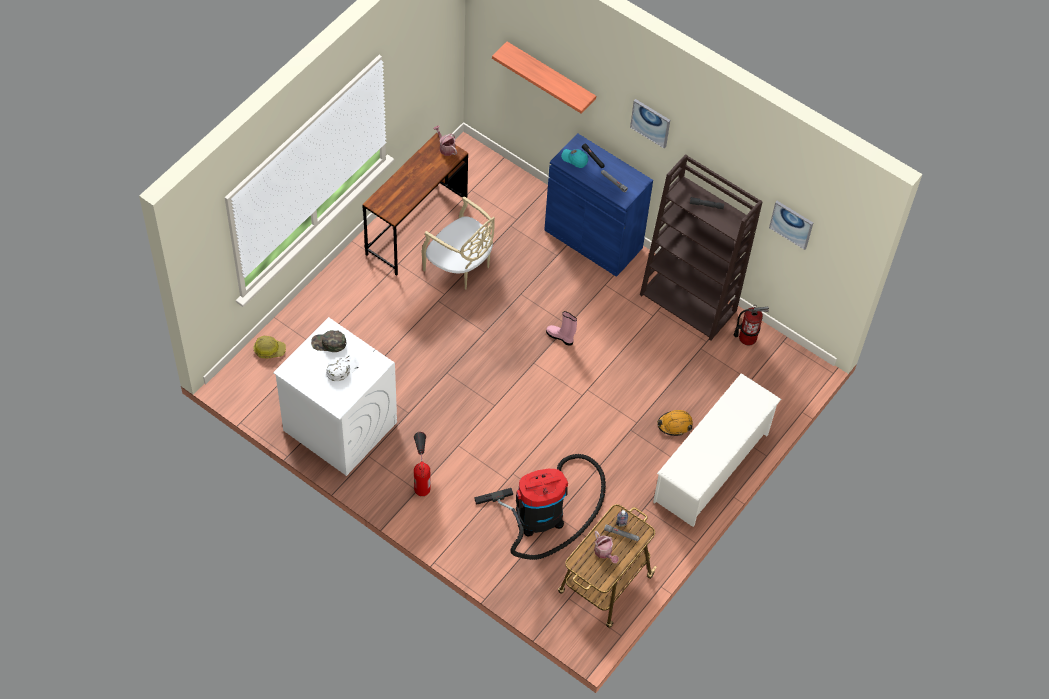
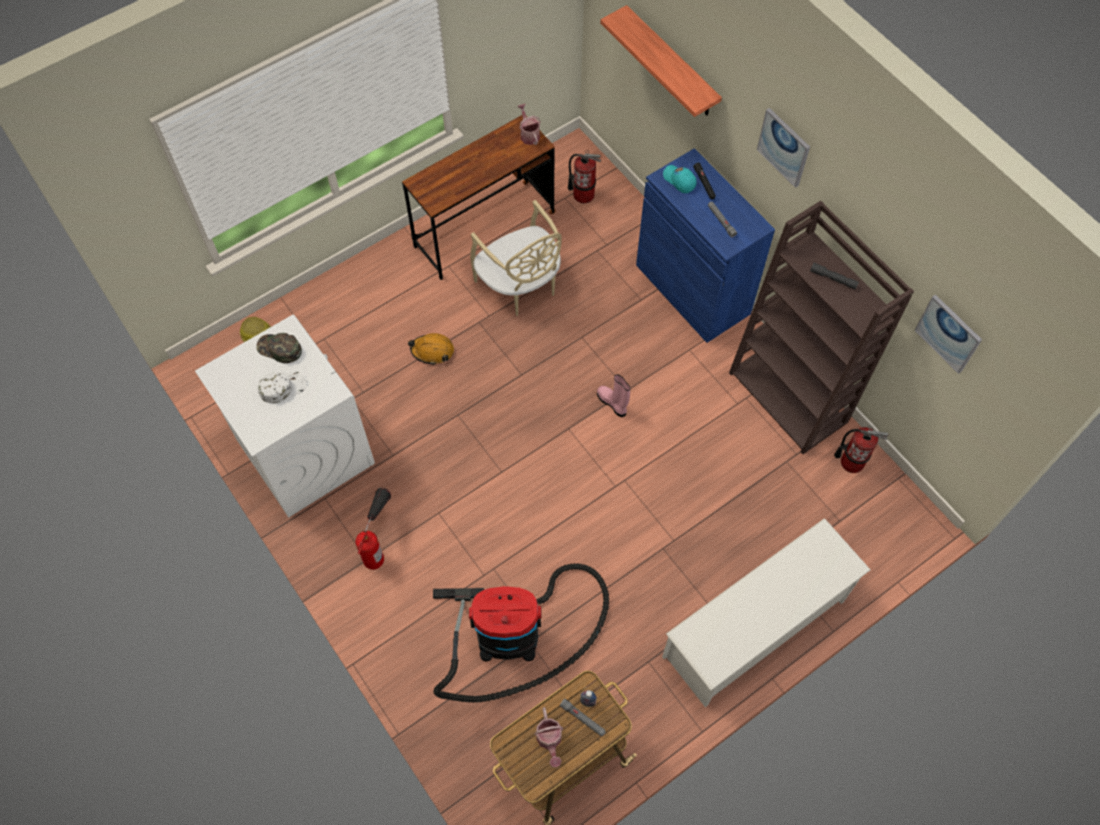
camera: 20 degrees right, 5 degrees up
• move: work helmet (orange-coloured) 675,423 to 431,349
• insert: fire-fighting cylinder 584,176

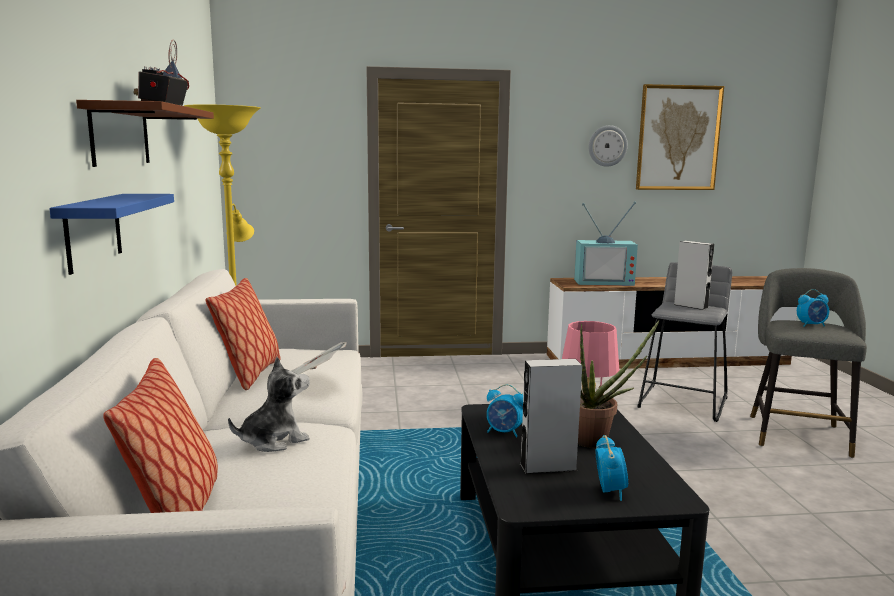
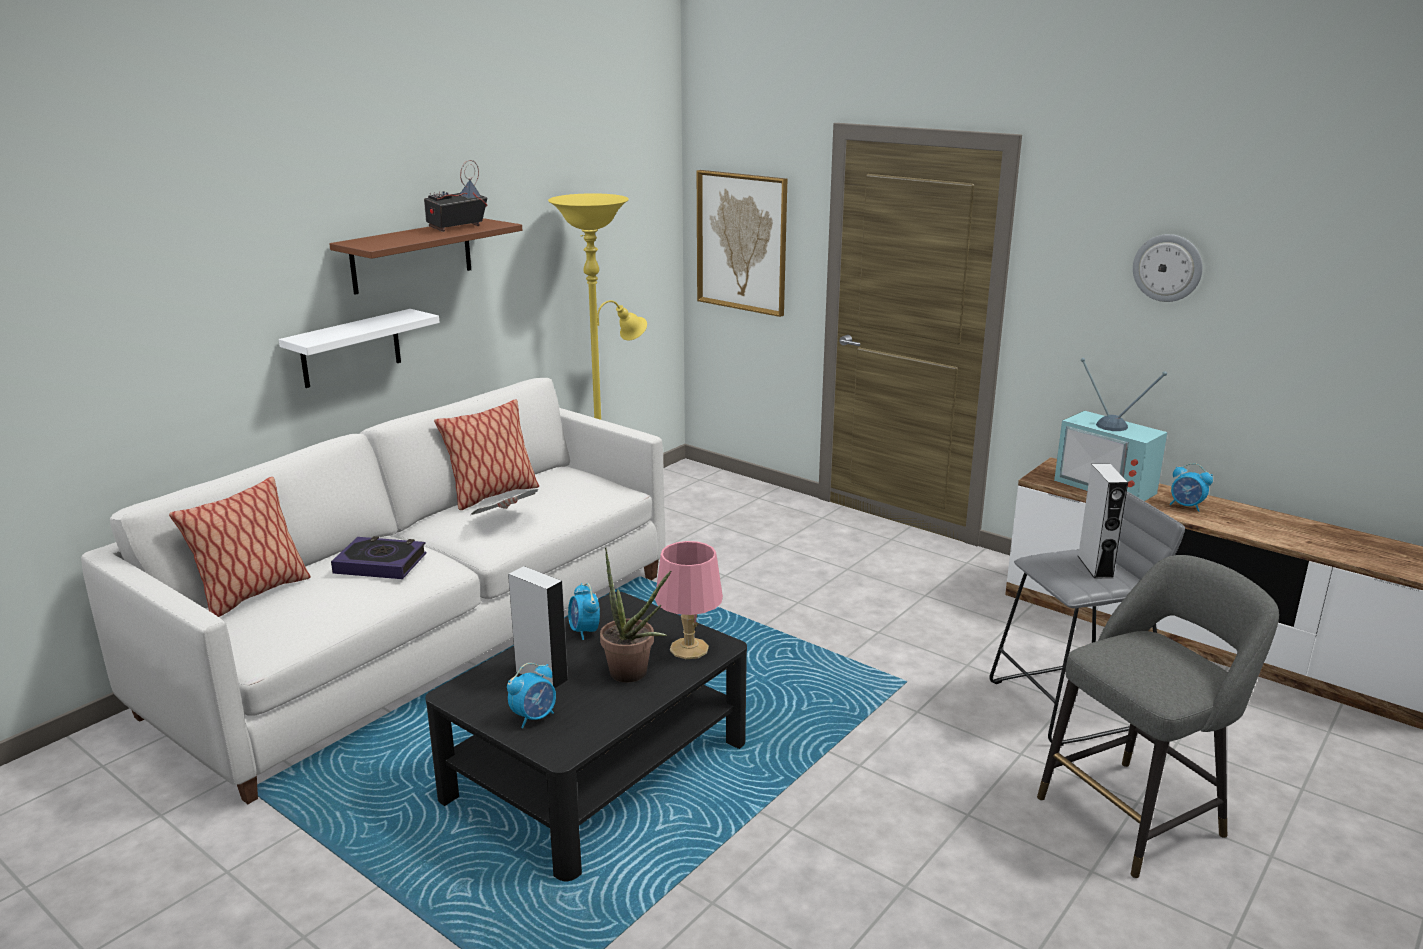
camera: 45 degrees right, 10 degrees up
• recolor: shelf (bluish) 111,234 to shelf (white) 359,348
• replace: cuddly toy 269,404 to bound book 379,557
• move: wall art 680,137 to 742,243
• move: bedside clock 813,308 to 1191,487

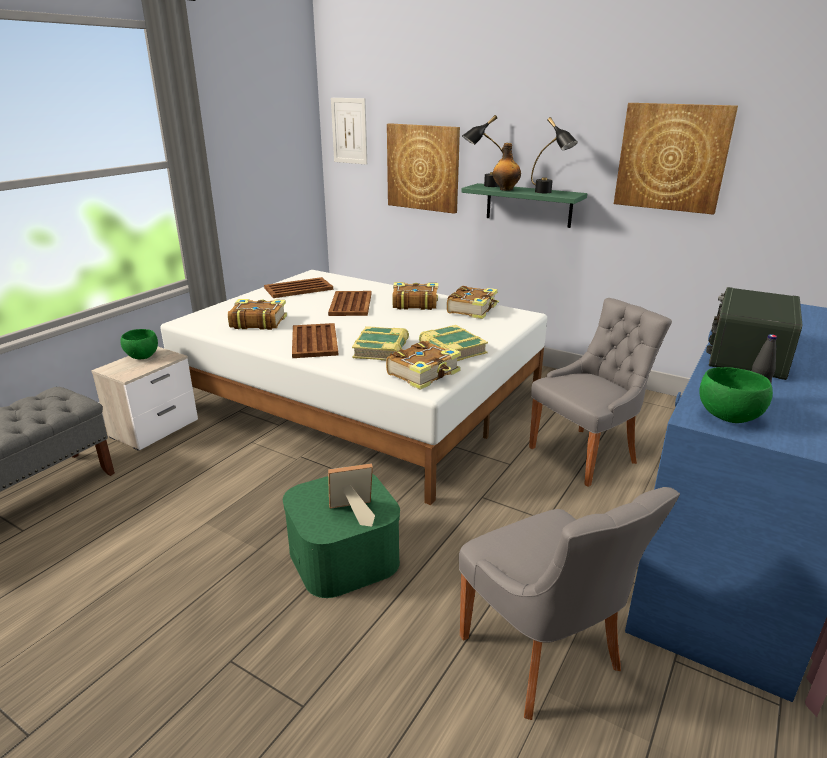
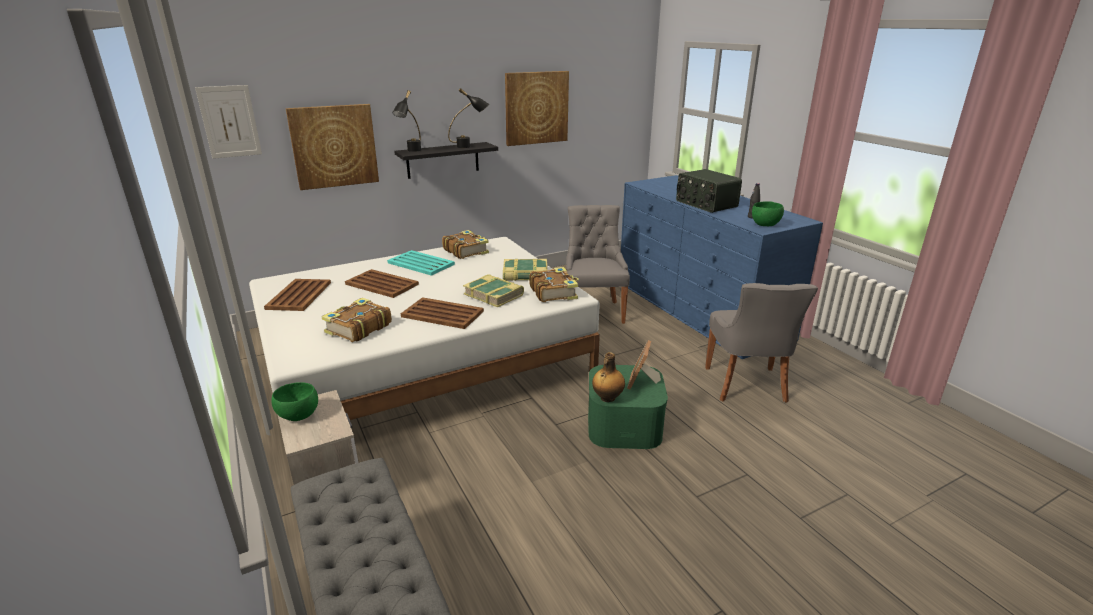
camera: 60 degrees left, 0 degrees up
• replace: bound book 415,296 to tray (turquoise) 421,263
• rotate: chair (gray) 569,603 = 761,343 90 degrees clockwise
• recolor: shelf (green-coloured) 524,205 to shelf (blackish) 446,160
• move: drink bottle 507,167 to 608,377

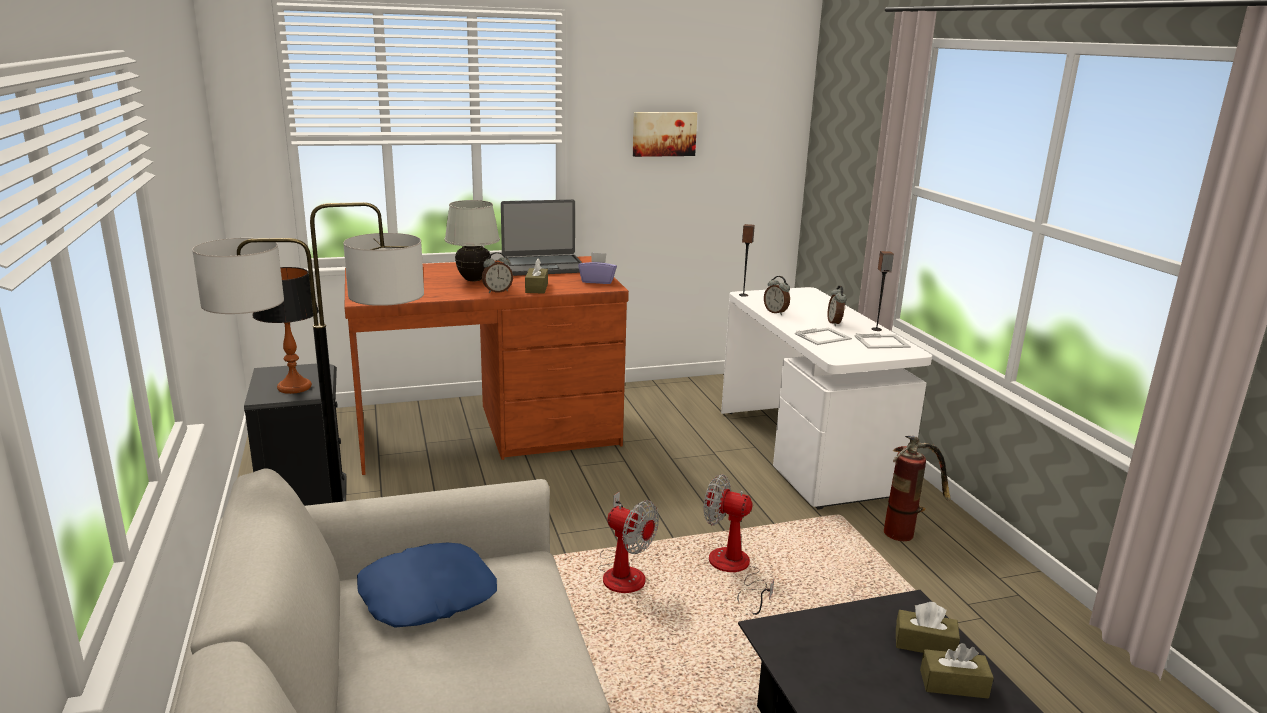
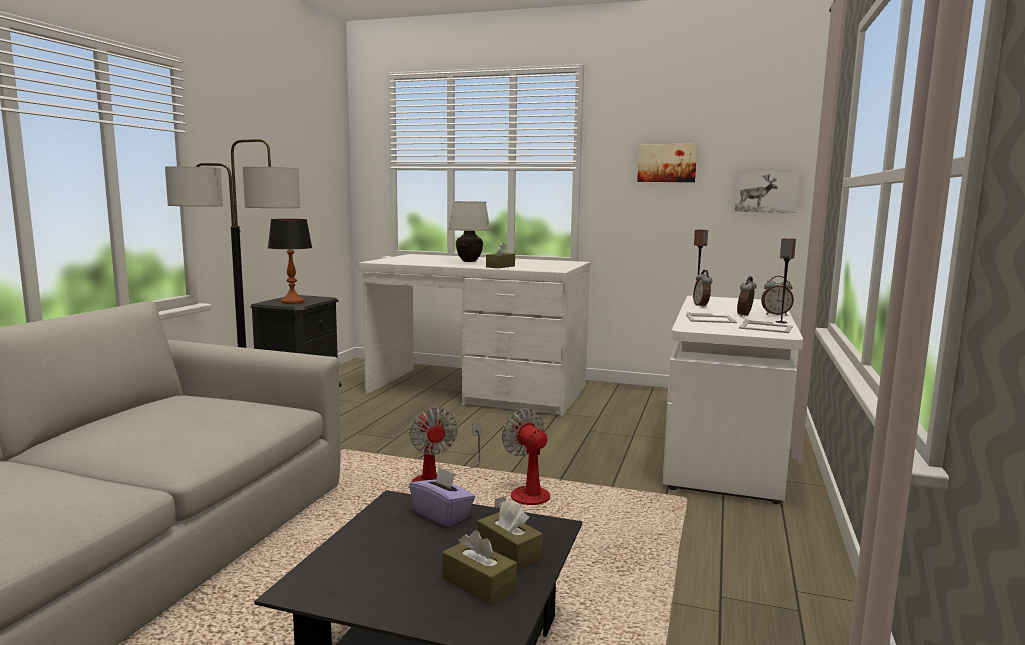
camera: 35 degrees right, 10 degrees down
• recolor: desk (brown-coloured) 487,365 to desk (white) 474,335
• delete: throw pillow (bluish) 427,585
• move: bedside clock 497,272 to 777,295
• delete: portable computer 541,237
• move: tissue box (purplish) 597,268 to 442,497
• delete: fire-fighting cylinder 917,488
• insert: wall art 767,192

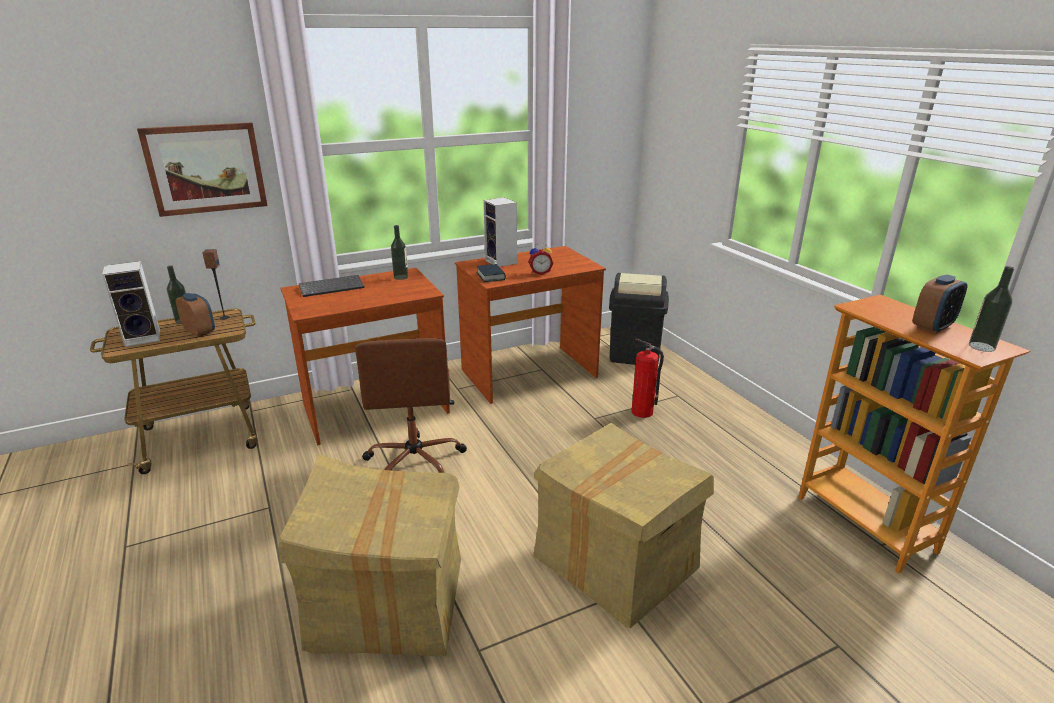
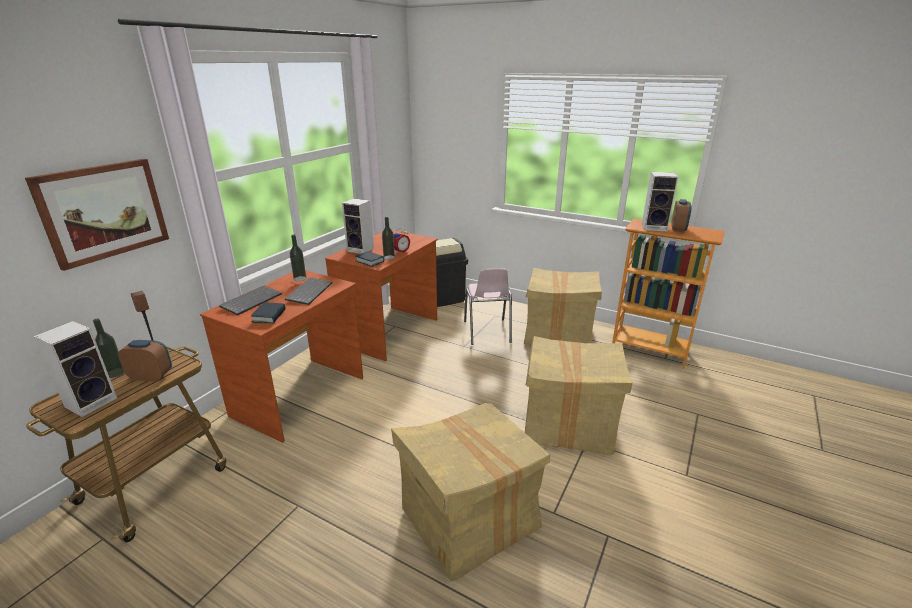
camera: 35 degrees left, 0 degrees up
• delete: desk chair (brown-coloured) 411,405
• replace: fire-fighting cylinder 647,378 to chair (pink-coloured) 488,306
• move: drink bottle 991,309 to 388,238
• insert: bound book 268,313
• insert: computer keyboard 308,291
• insert: cardboard box 563,306
• insert: speaker 660,202

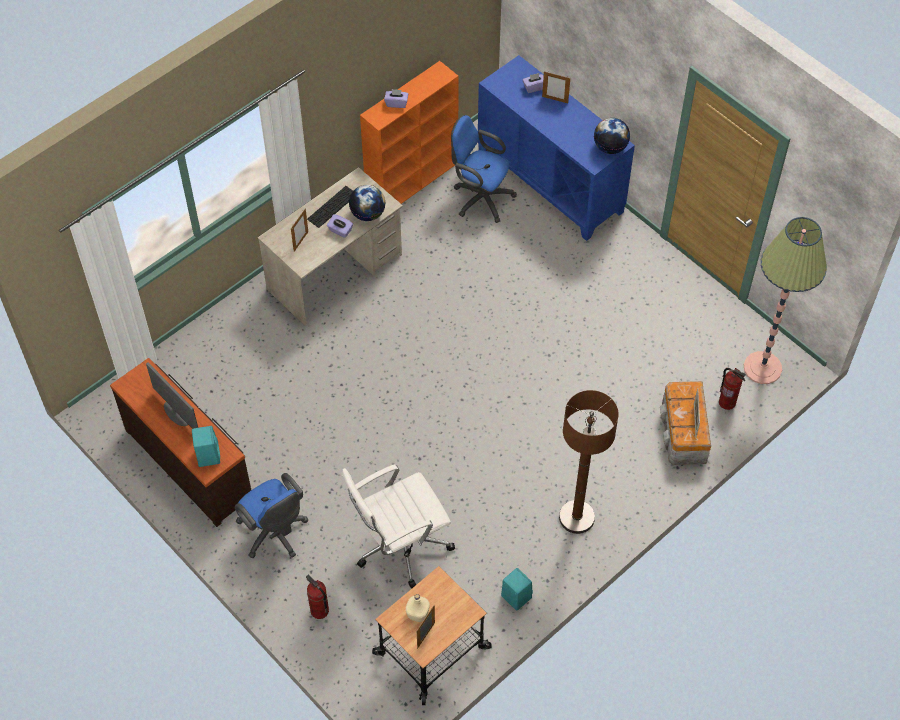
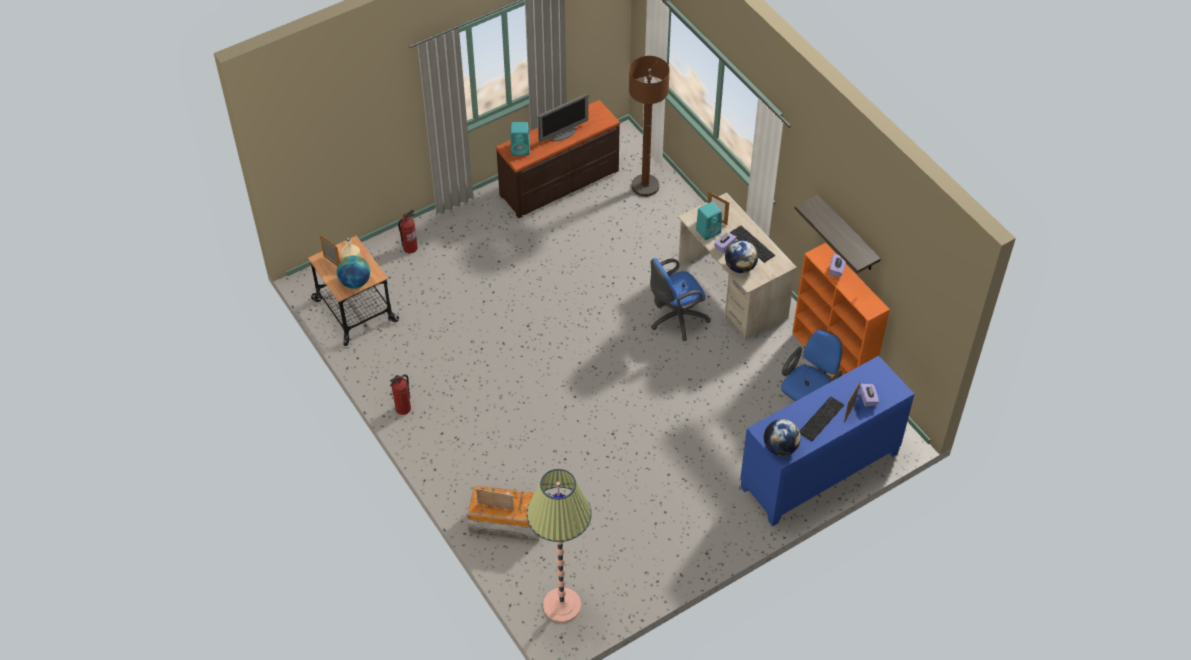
camera: 100 degrees right, 5 degrees down
• move: desk chair (bluish) 271,515 to 680,299
• delete: desk chair (white) 398,527
• move: speaker (turquoise) 517,589 to 709,221
• move: standard lamp (brown-coloured) 589,462 to 649,126
• move: fire-fighting cylinder 732,389 to 400,394
• insert: desk globe 353,272
• insert: shelf 837,234
• insert: computer keyboard 822,418

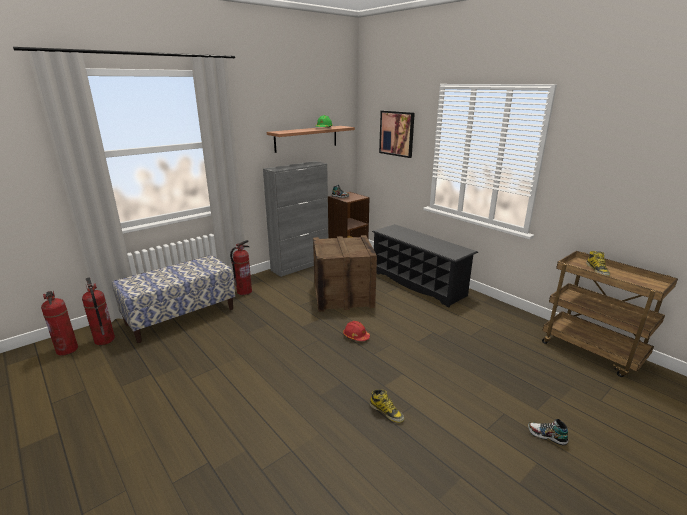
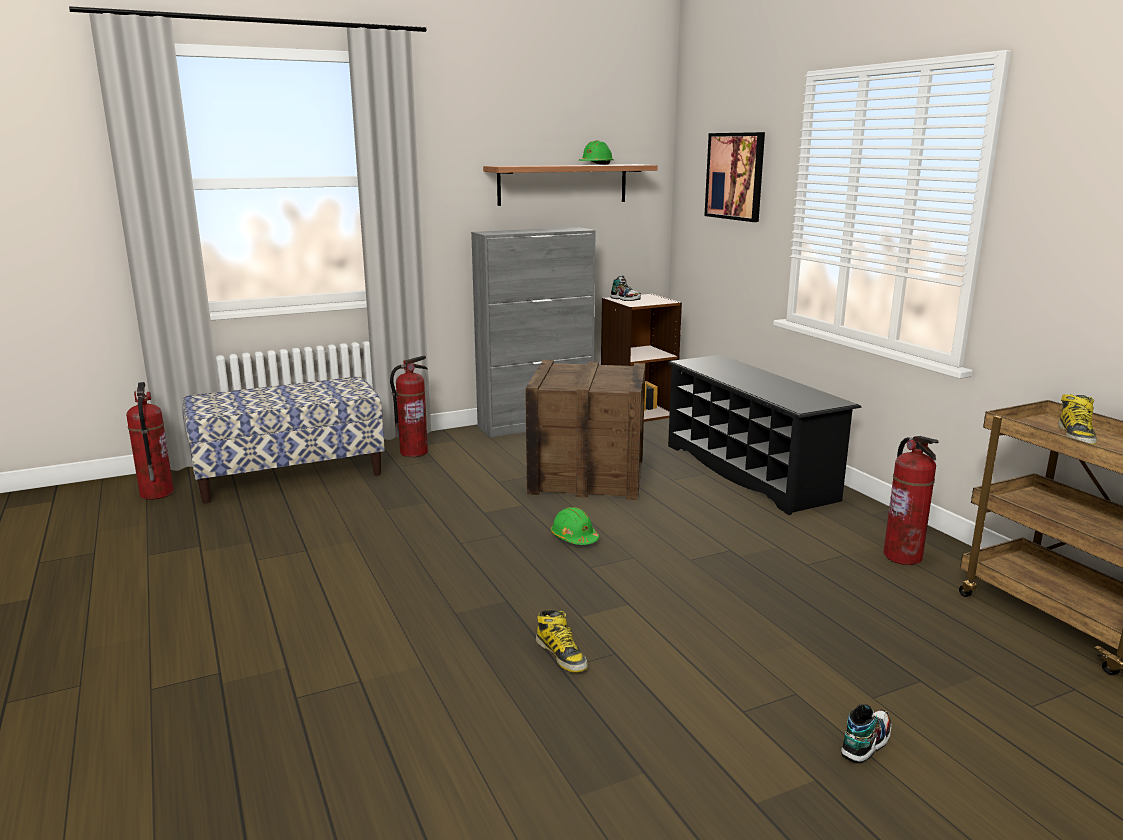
camera: 15 degrees right, 5 degrees down
• move: fire-fighting cylinder 59,323 to 911,500
• recolor: work helmet (red-coloured) 356,331 to work helmet (green-coloured) 575,526
• rotate: shoe 548,432 = 866,733 90 degrees clockwise

